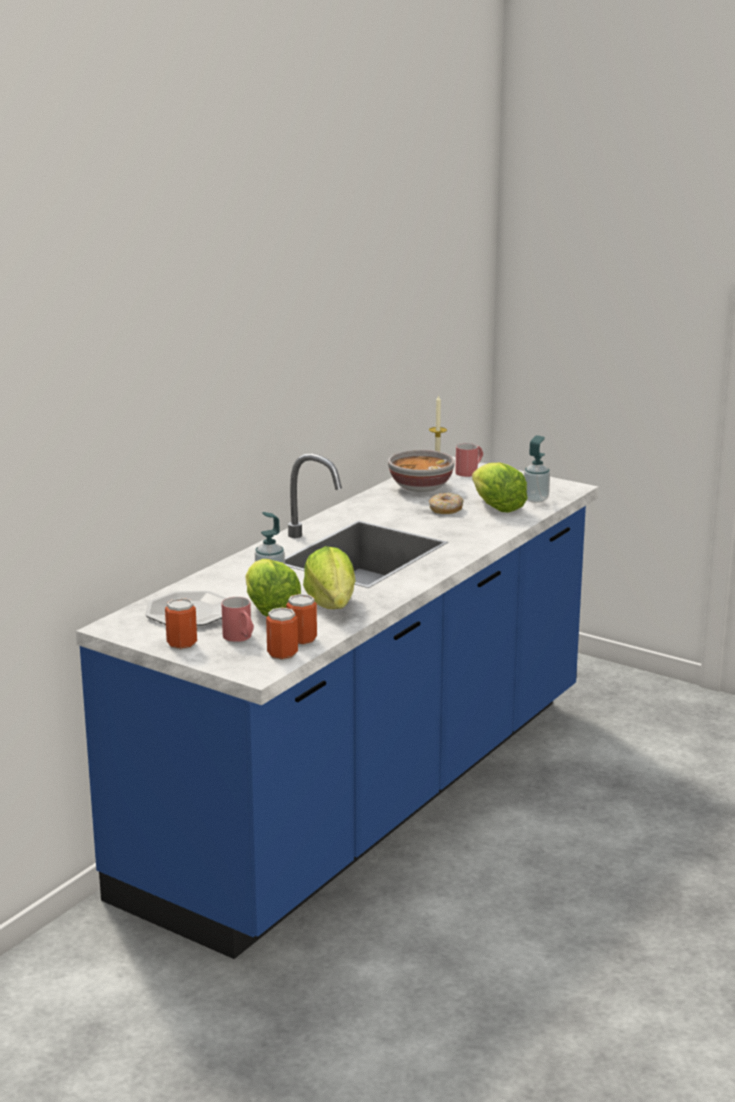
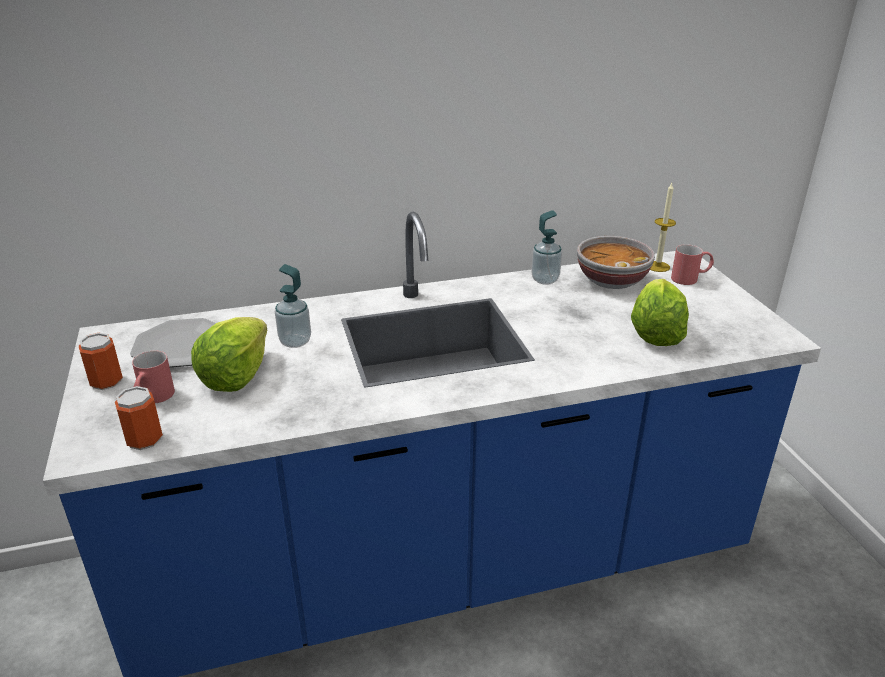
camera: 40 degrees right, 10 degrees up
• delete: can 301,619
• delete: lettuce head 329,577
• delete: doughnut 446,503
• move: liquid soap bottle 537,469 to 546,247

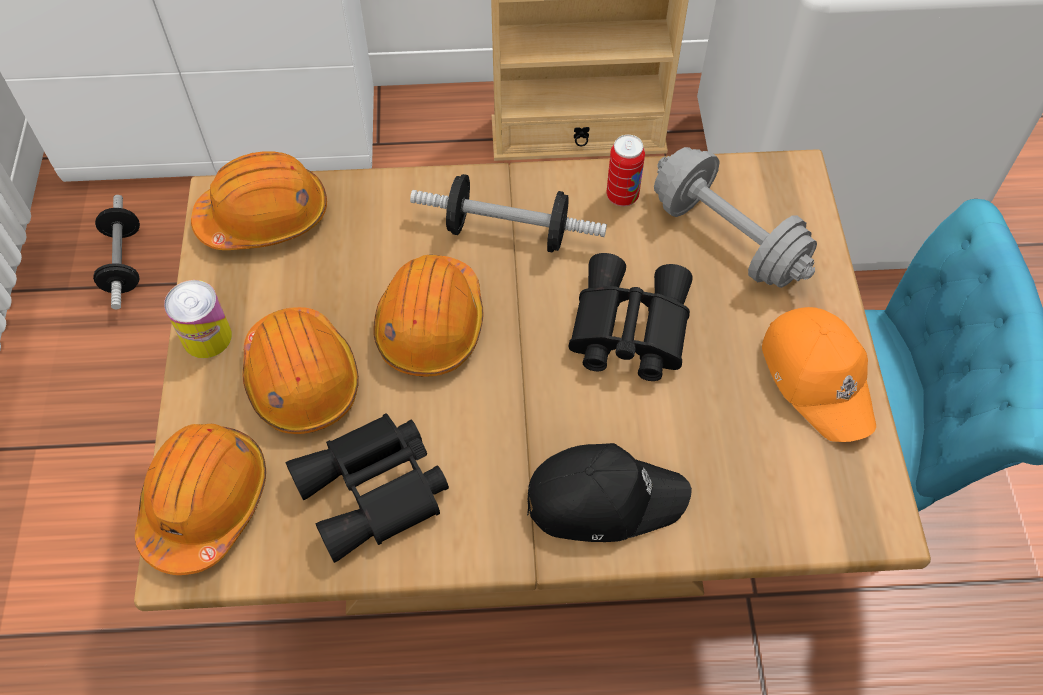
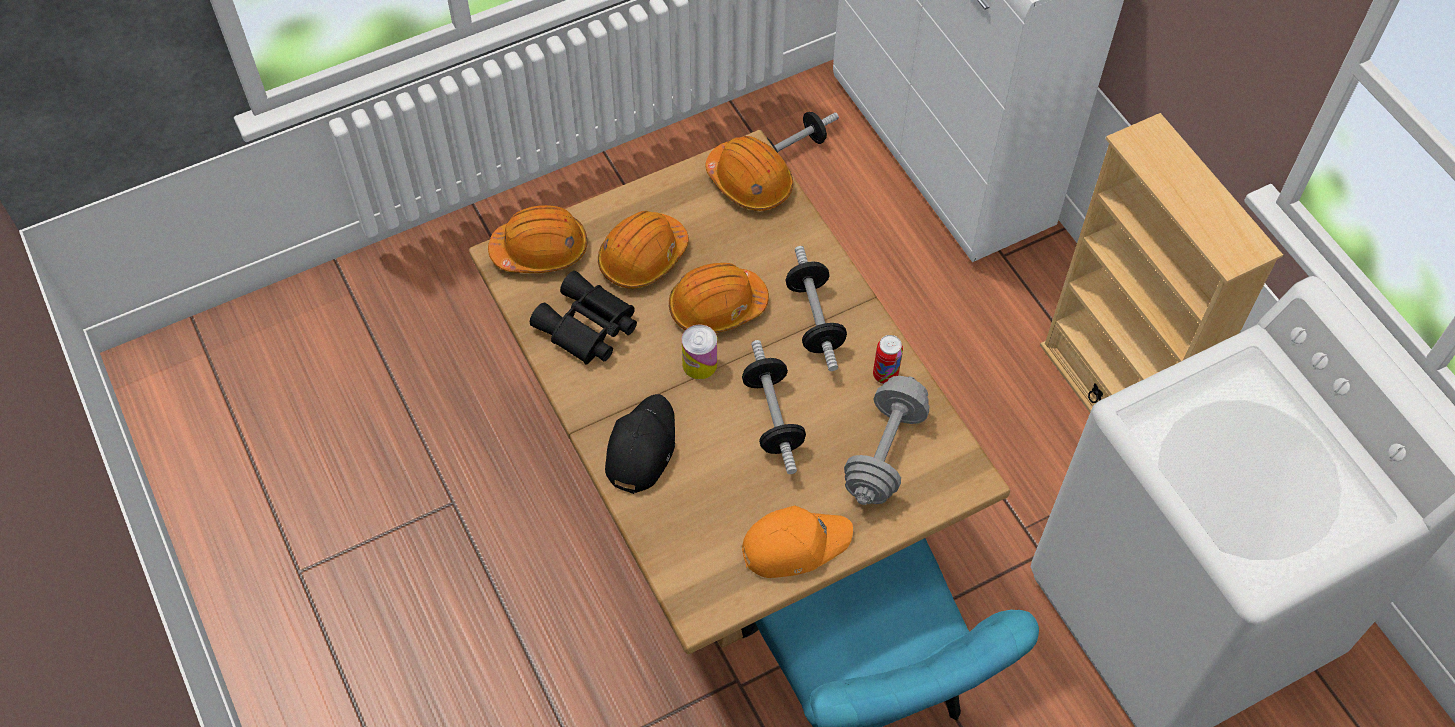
camera: 65 degrees right, 0 degrees up
• move: can 198,319 to 699,352
• rotate: baseball cap (blackish) 609,492 = 640,444 135 degrees counterclockwise
• replace: binoculars (blackish) 630,317 to free weight 774,407
• rotate: baseball cap (orange-coloured) 819,374 = 797,542 150 degrees counterclockwise

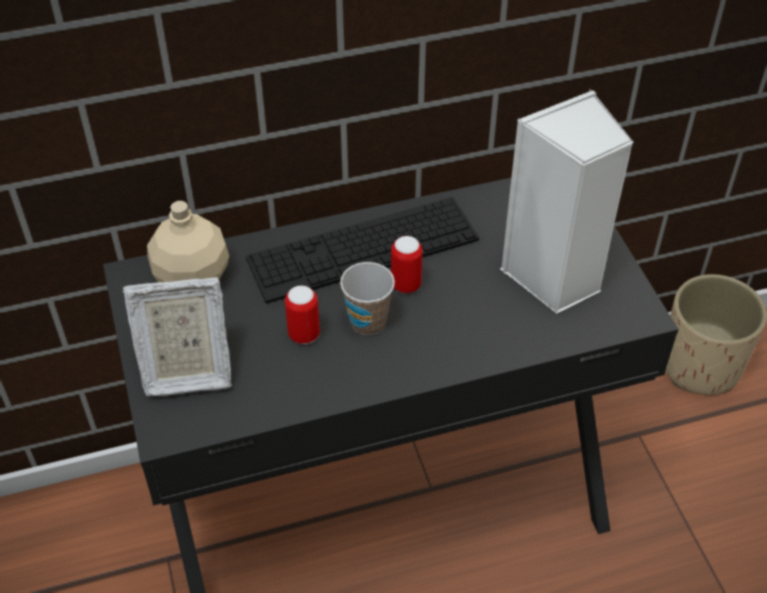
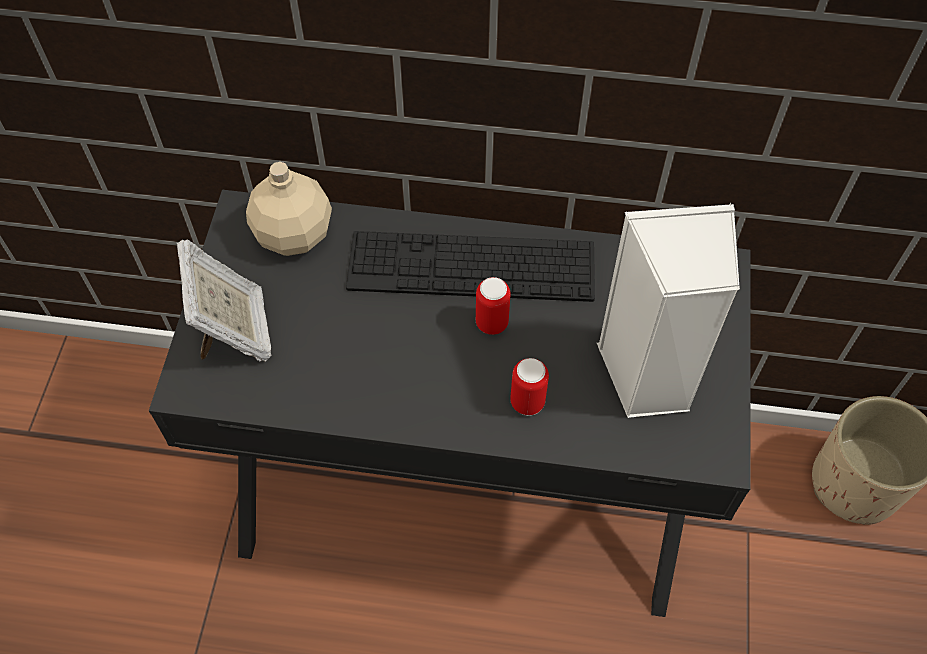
camera: 25 degrees right, 10 degrees up
• rotate: photo frame 177,336 = 224,300 120 degrees counterclockwise
• move: can 302,314 to 529,387
• delete: drinking cup 367,298

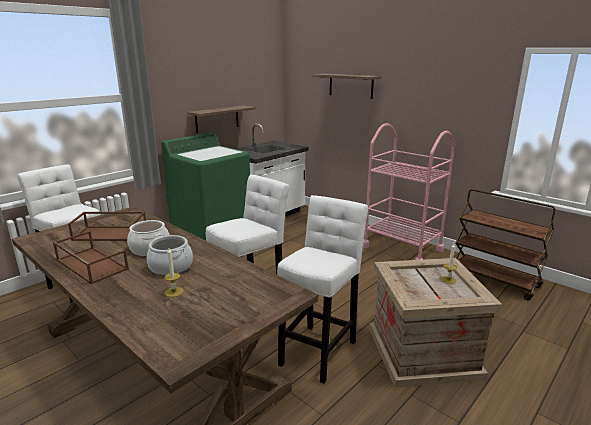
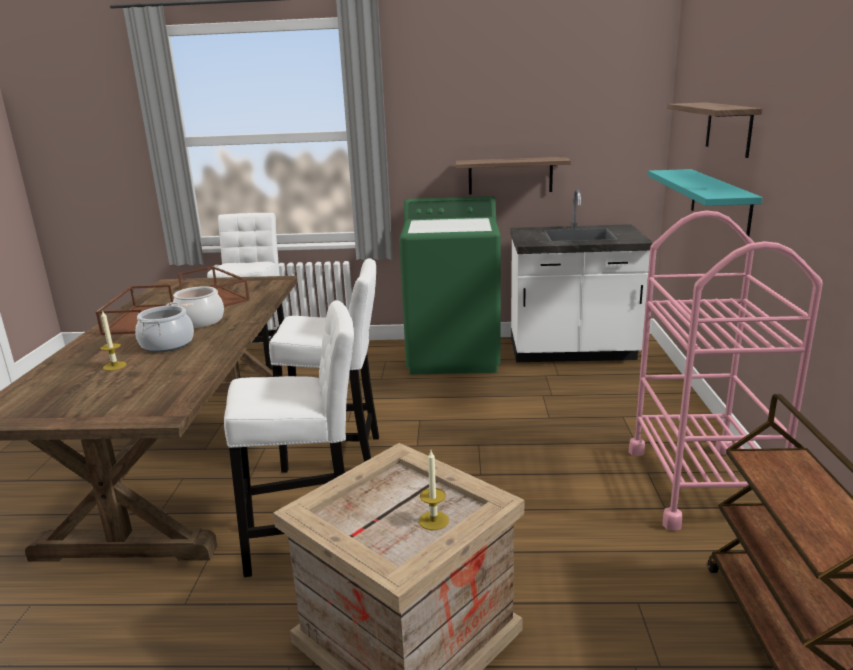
camera: 50 degrees right, 0 degrees up
• insert: shelf (turquoise) 705,202

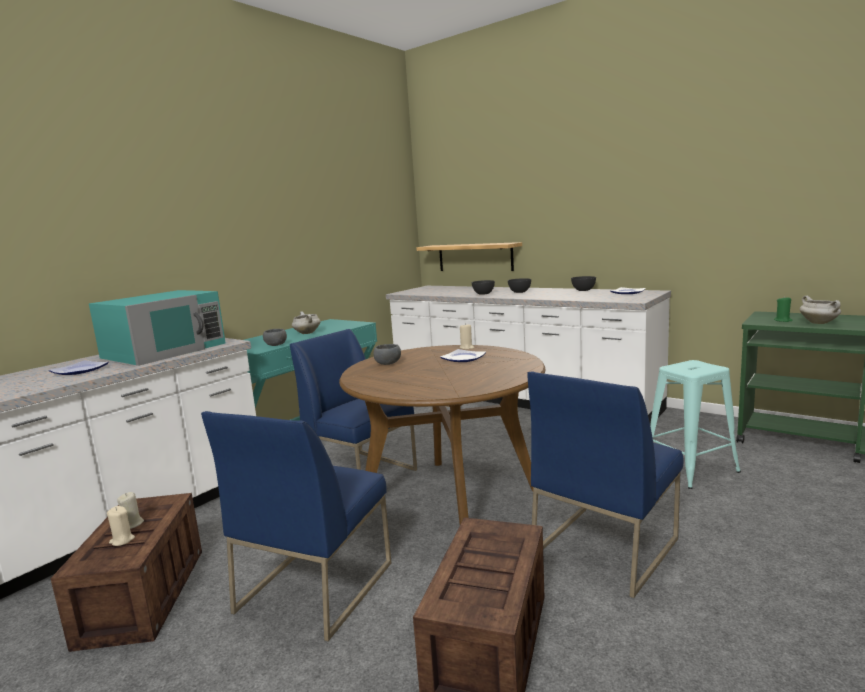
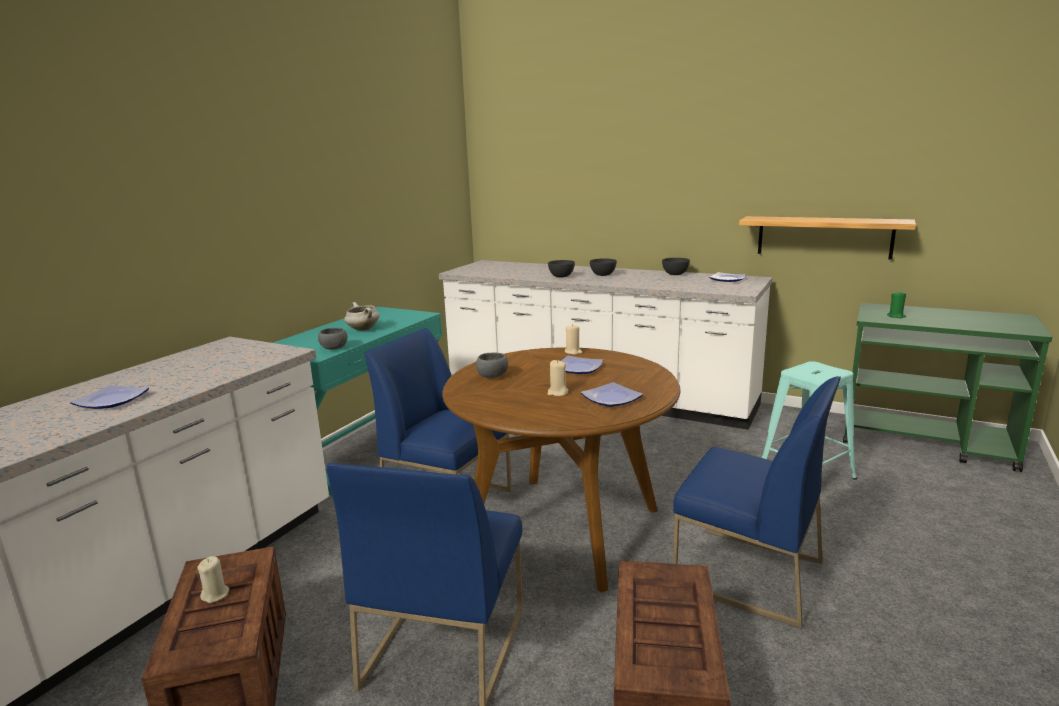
camera: 10 degrees left, 5 degrees up
• delete: kitchen microwave (turquoise) 157,328
• move: wax light (sand-coloured) 121,526 to 558,378
• move: shelf 469,256 to 827,238
• rotate: chair (bluish) 605,484 = 757,502 90 degrees counterclockwise
• delete: stockpot (white) 820,310
• insert: dinner plate 612,394

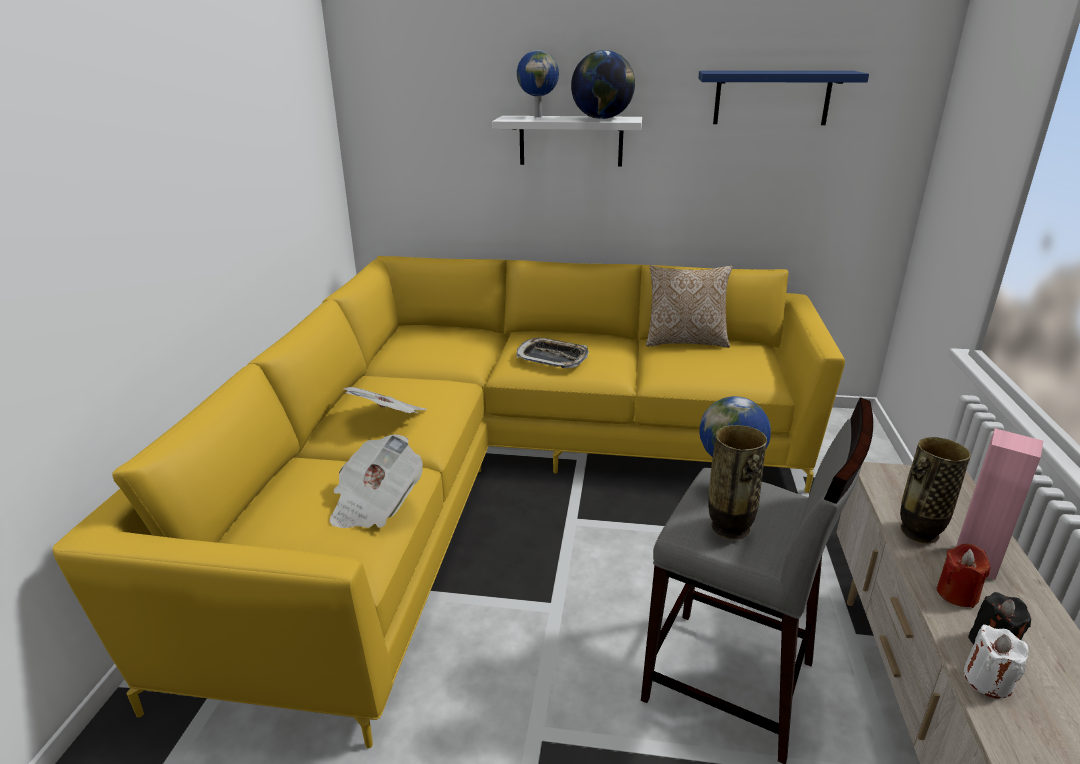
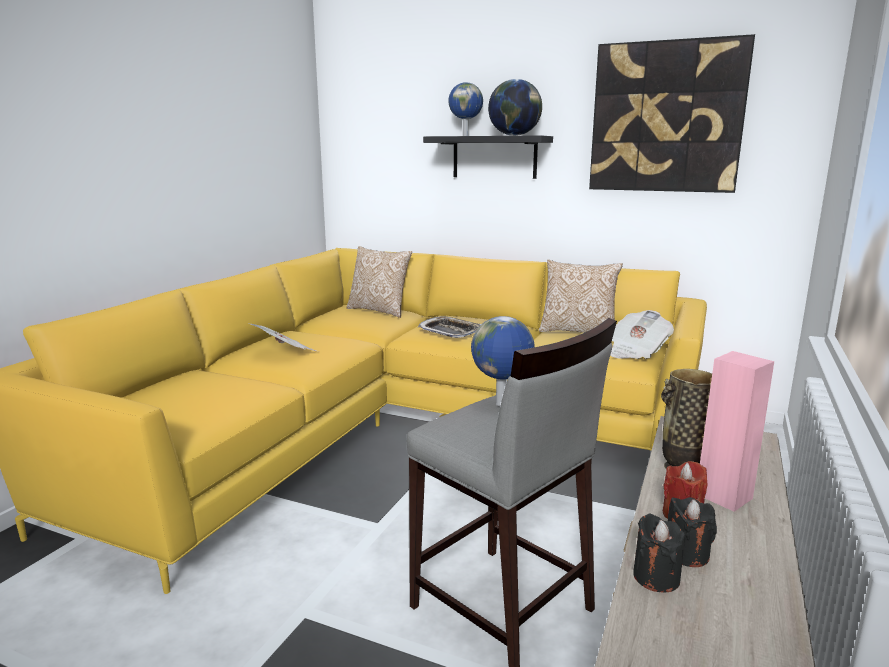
camera: 15 degrees right, 10 degrees down
• move: printed paper 376,481 to 642,334
• recolor: shelf (white) 567,141 to shelf (blackish) 488,157
• replace: shelf (bluish) 783,98 to wall art 672,113
• delete: flower vase 737,482
• recolor: wax light (white) 996,661 to wax light (blackish) 659,553
• insert: throw pillow 379,282

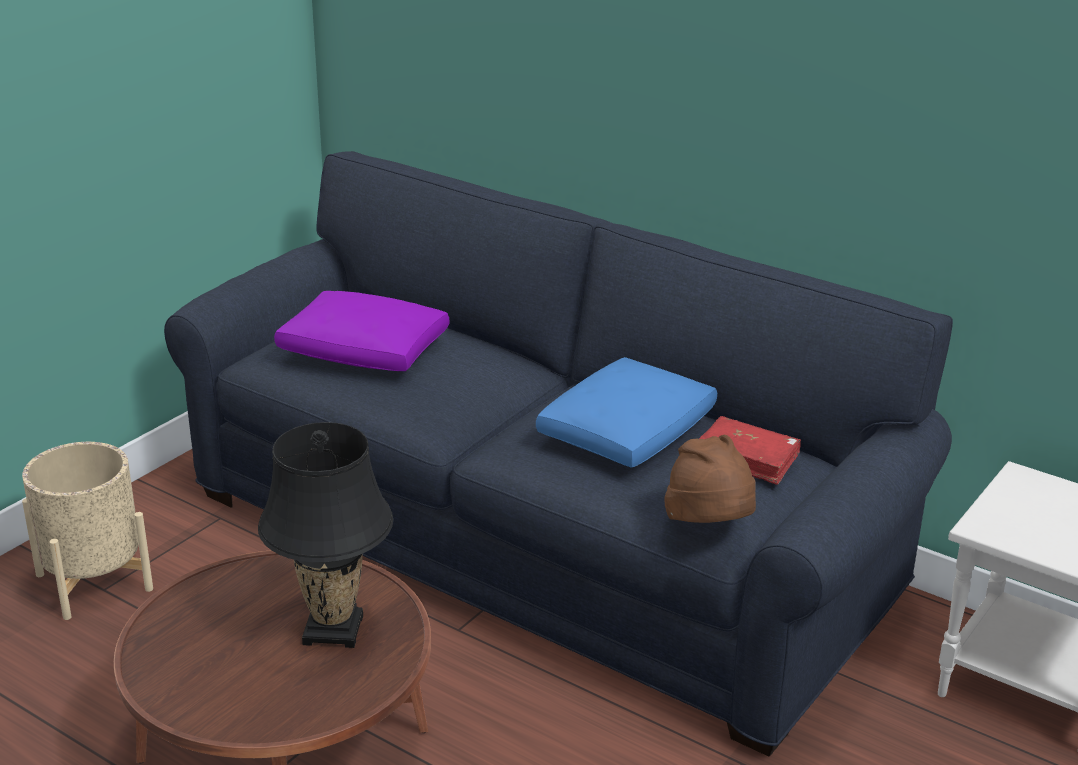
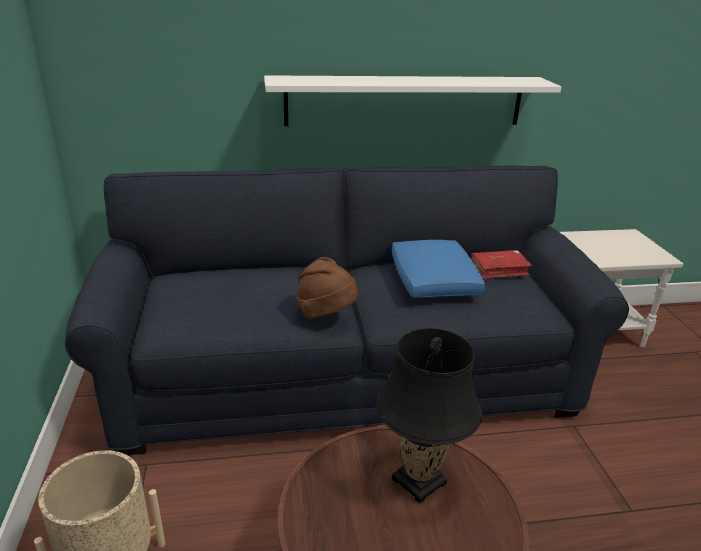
camera: 45 degrees left, 0 degrees up
• delete: throw pillow (purplish) 361,331
• move: wearable hat (brown-coloured) 710,479 to 328,288
• insert: shelf (white) 412,100

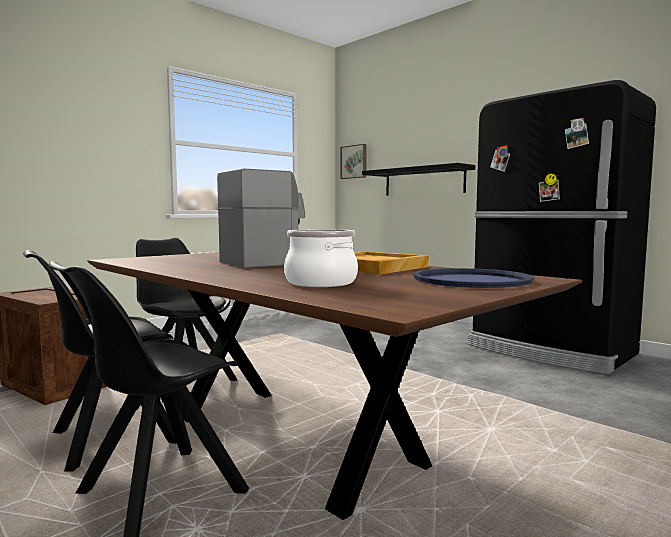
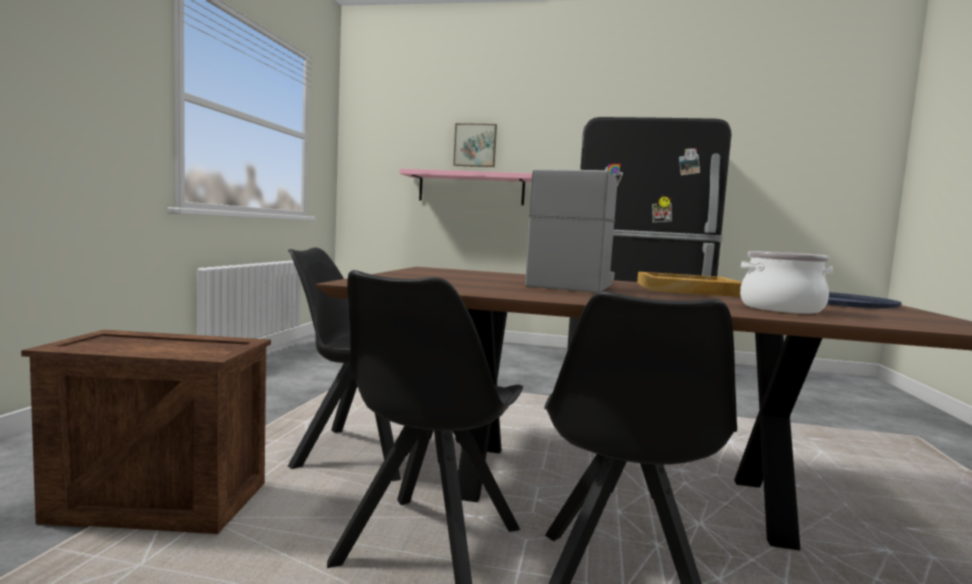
camera: 35 degrees left, 0 degrees up
• move: wall art 354,161 to 475,145
• recolor: shelf (blackish) 418,179 to shelf (pink-coloured) 465,187

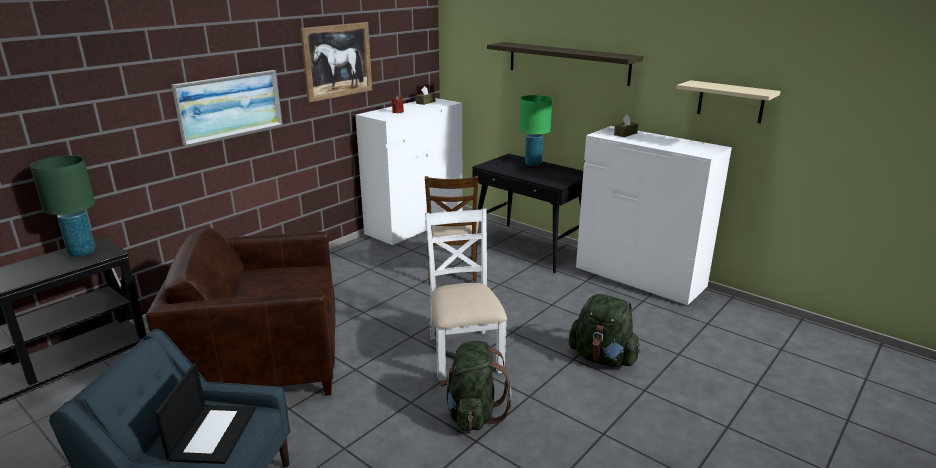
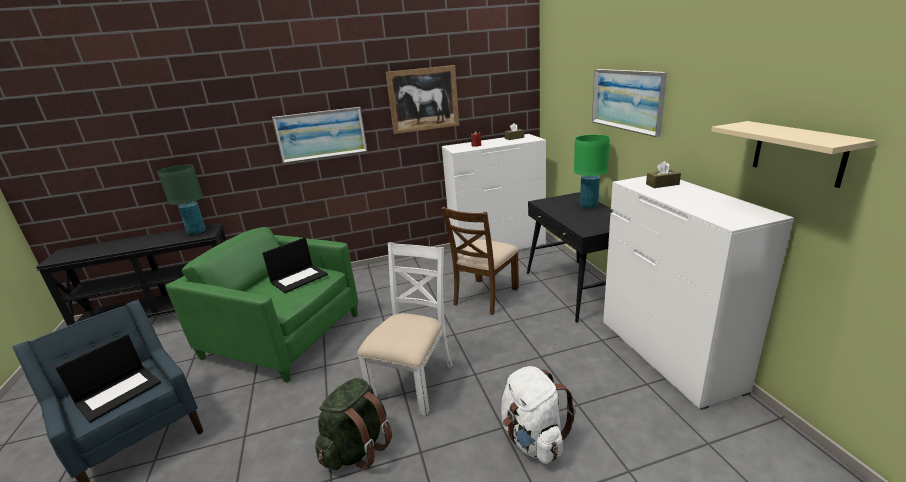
camera: 35 degrees right, 0 degrees up
• recolor: armchair (brown-coloured) 240,312 to armchair (green-coloured) 261,305
• replace: shelf 565,64 to wall art 629,103
• recolor: rucksack (green-coloured) 605,330 to rucksack (white) 538,415
• insert: portable computer 295,265

